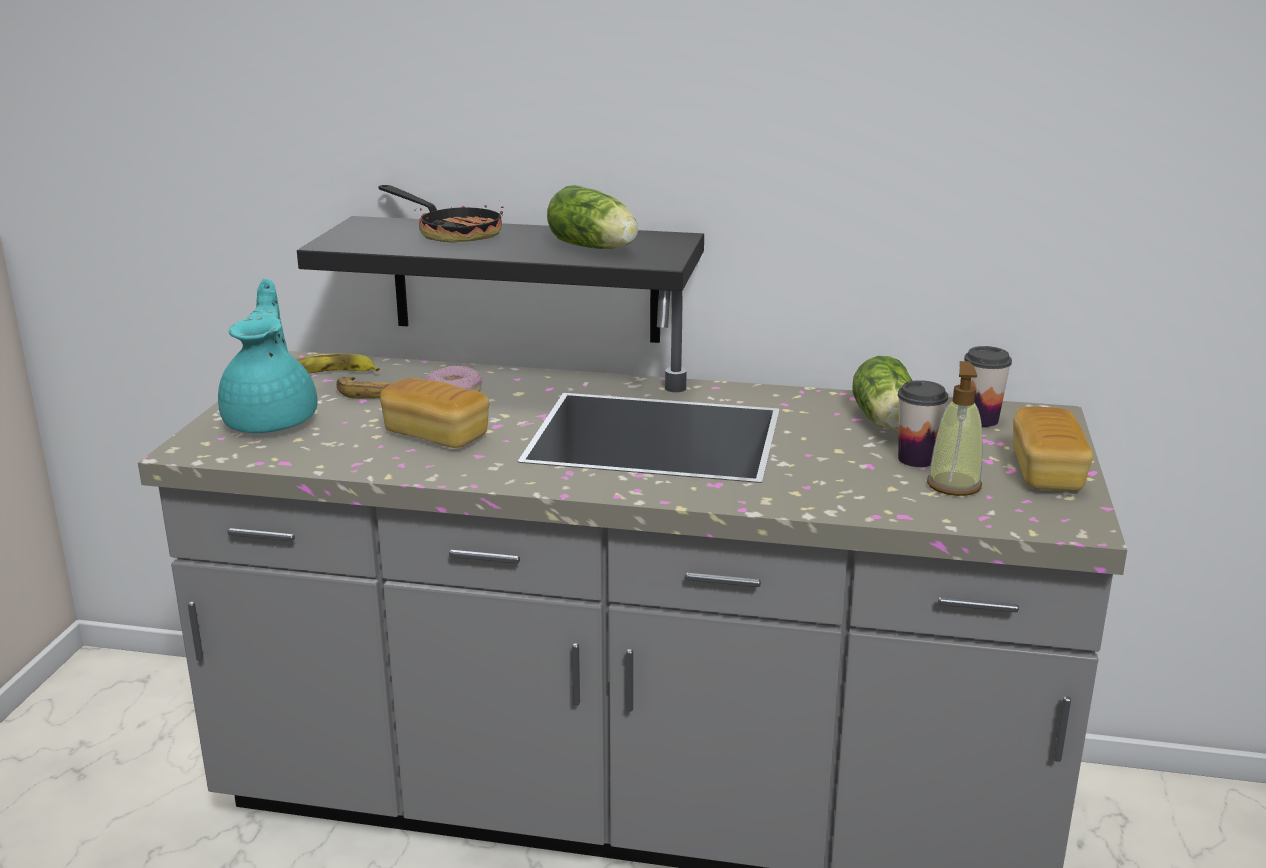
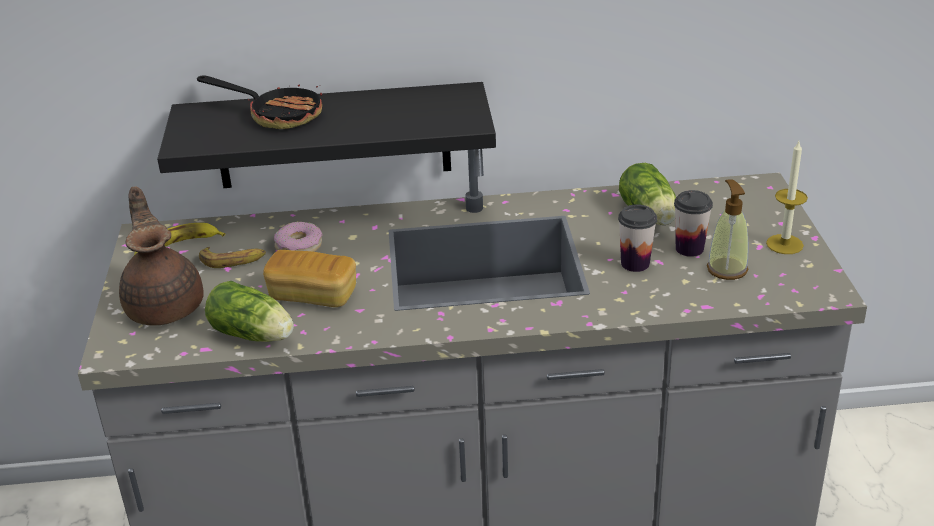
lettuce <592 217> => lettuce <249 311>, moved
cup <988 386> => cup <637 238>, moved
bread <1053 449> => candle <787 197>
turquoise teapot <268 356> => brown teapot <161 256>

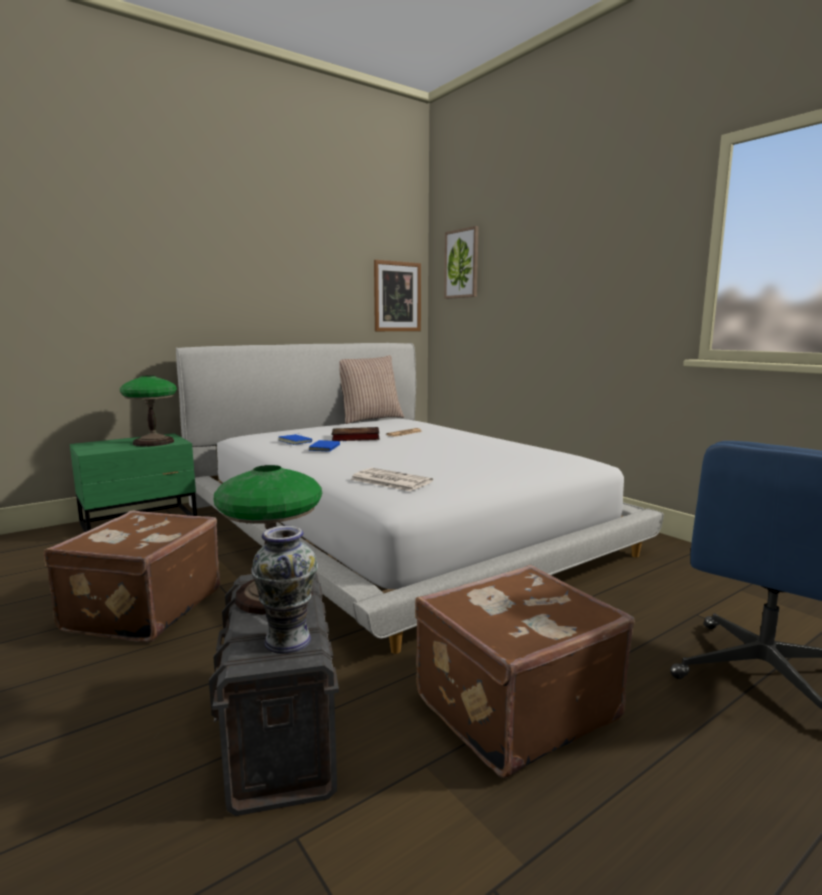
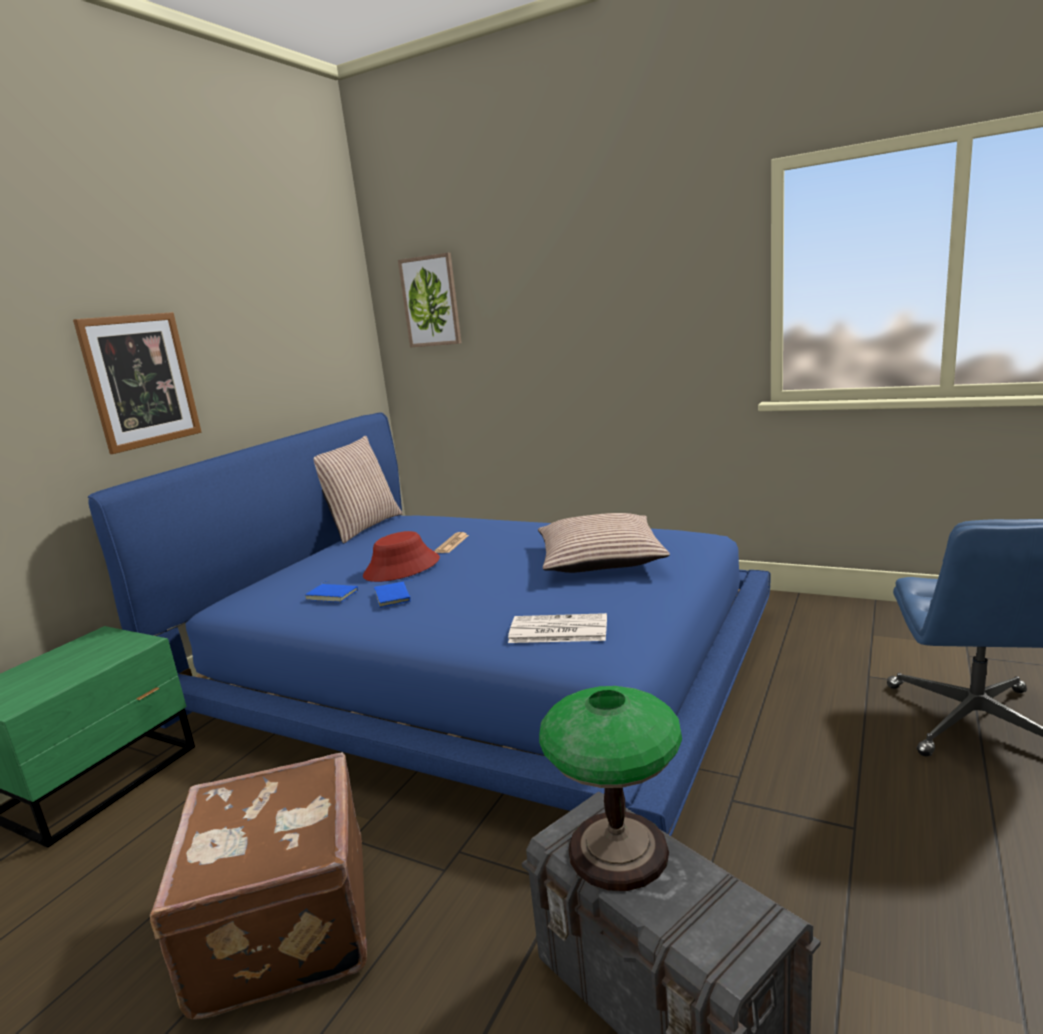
table lamp <148 411> => nothing
vase <284 590> => nothing
brown suitcase <525 671> => nothing
nothing => pillow <604 543>
picture <397 295> => picture <137 383>, moved
book <356 434> => red hat <401 556>
white bed <420 498> => blue bed <429 624>

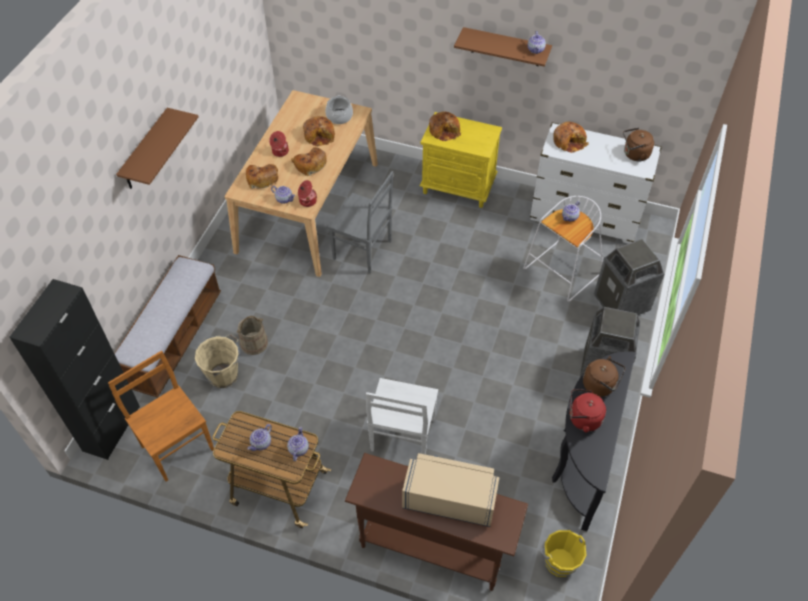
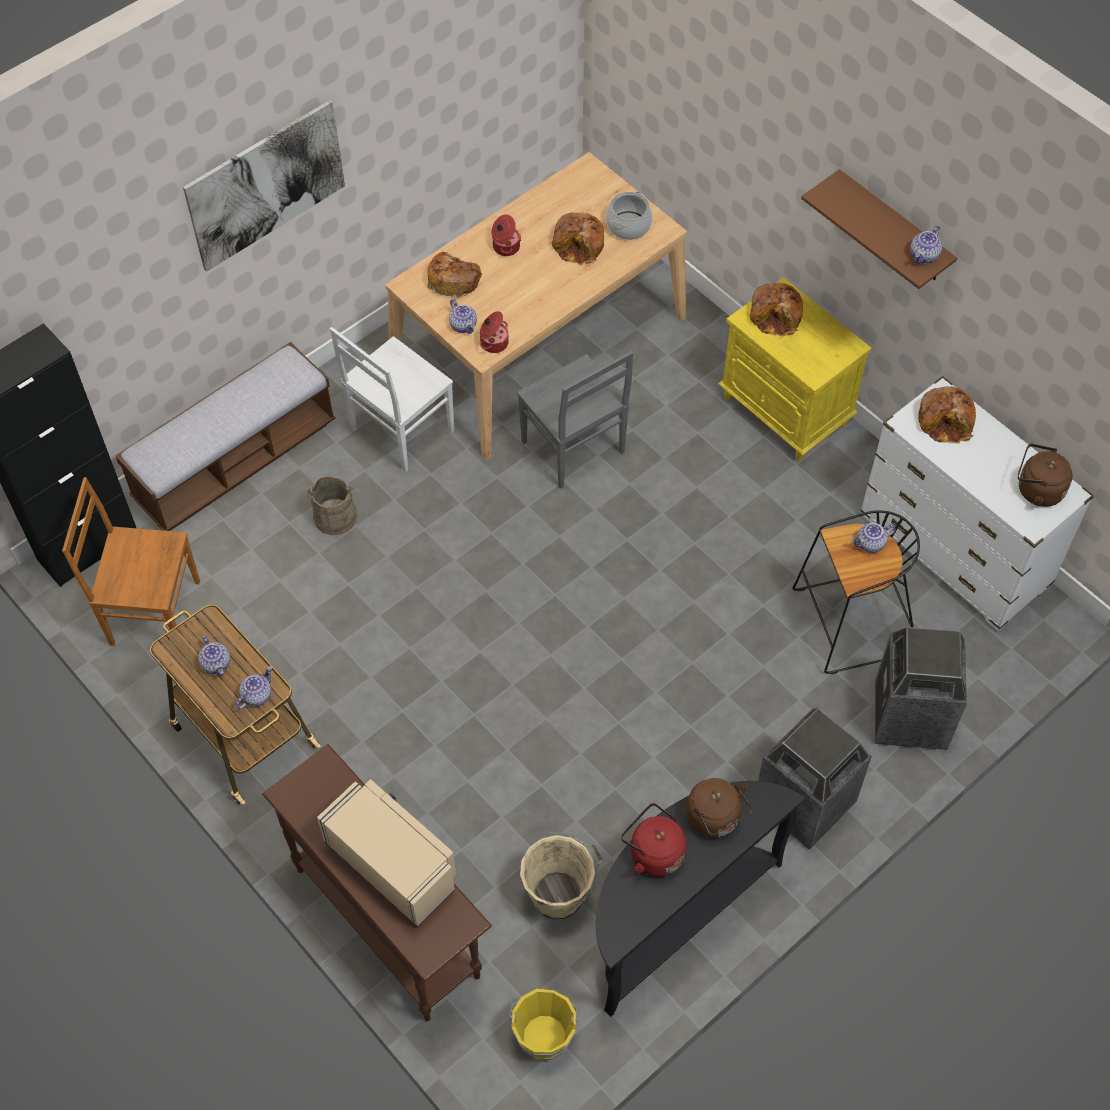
bread <309 161> => nothing
beige bucket <217 361> => beige bucket <561 876>, moved
white chair <402 416> => white chair <392 399>, moved
brown shelf <157 148> => picture <264 186>
white stool <563 249> => black stool <856 592>
brown chair <161 416> => brown chair <131 564>, 75 degrees counterclockwise
teapot <260 437> => teapot <214 655>, 90 degrees counterclockwise

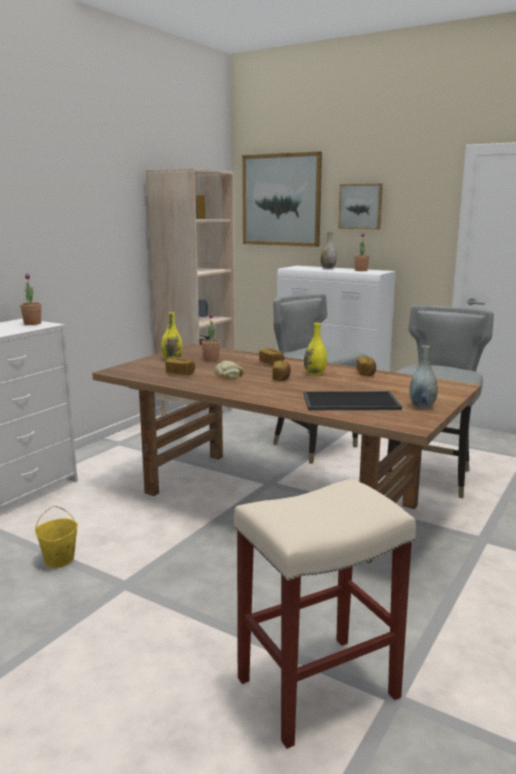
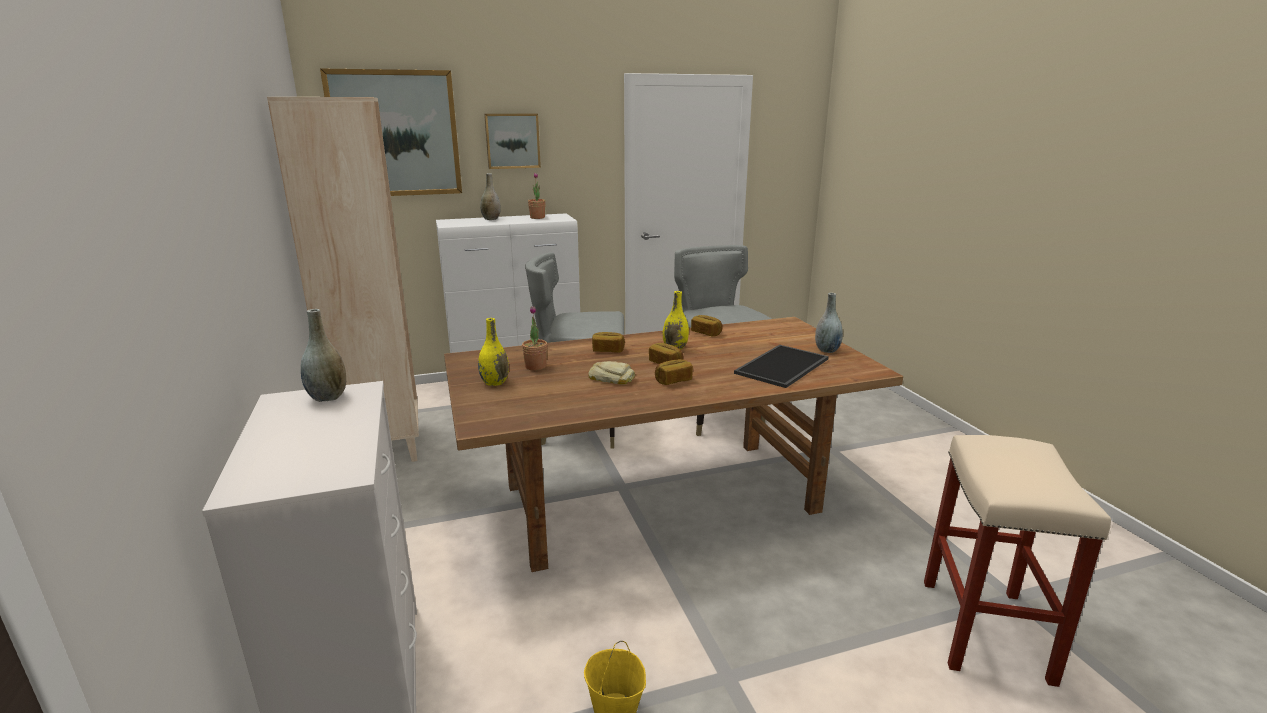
bread <180 366> => bread <674 372>, moved
potted plant <30 299> => grey vase <323 355>

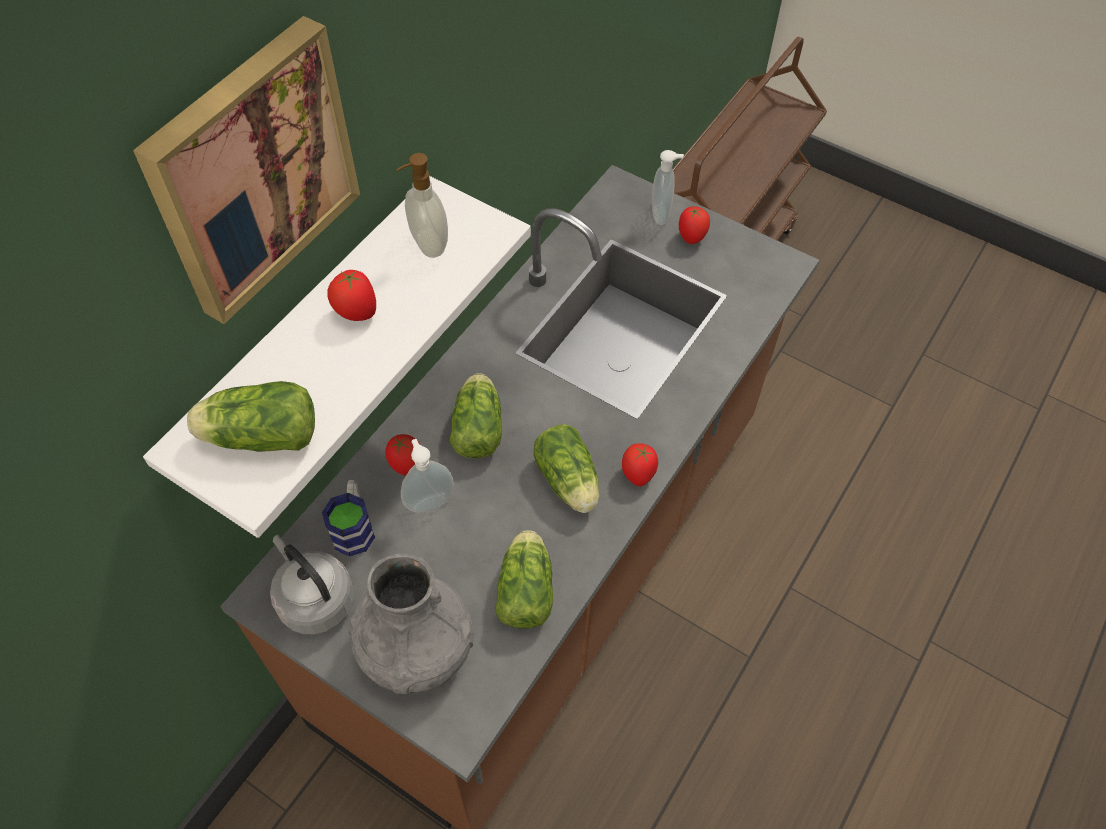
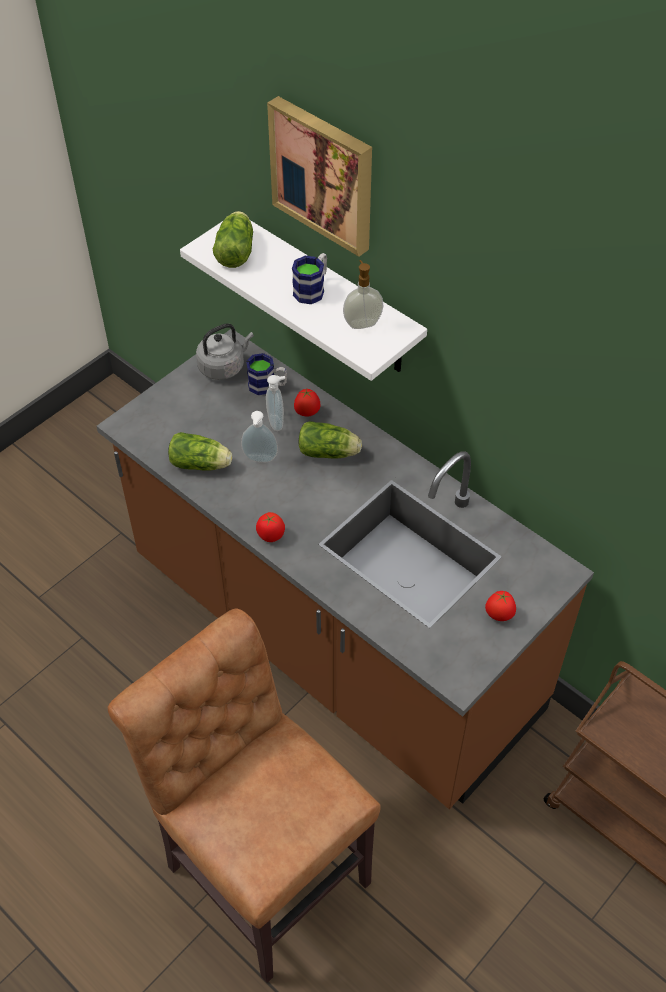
grey vase <412 623> => nothing
lettuce <566 468> => nothing
nothing => brown chair <244 795>
soap dispenser <668 187> => soap dispenser <259 436>, moved
tomato <352 295> => mug <309 278>

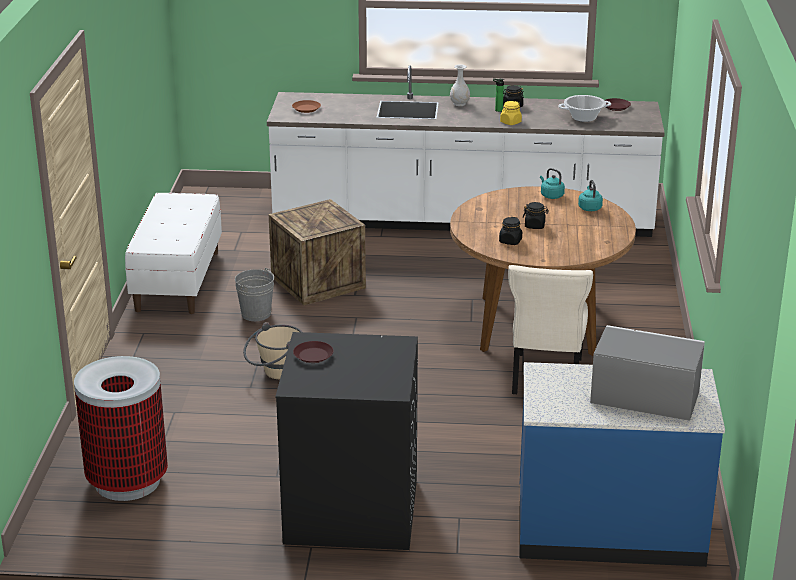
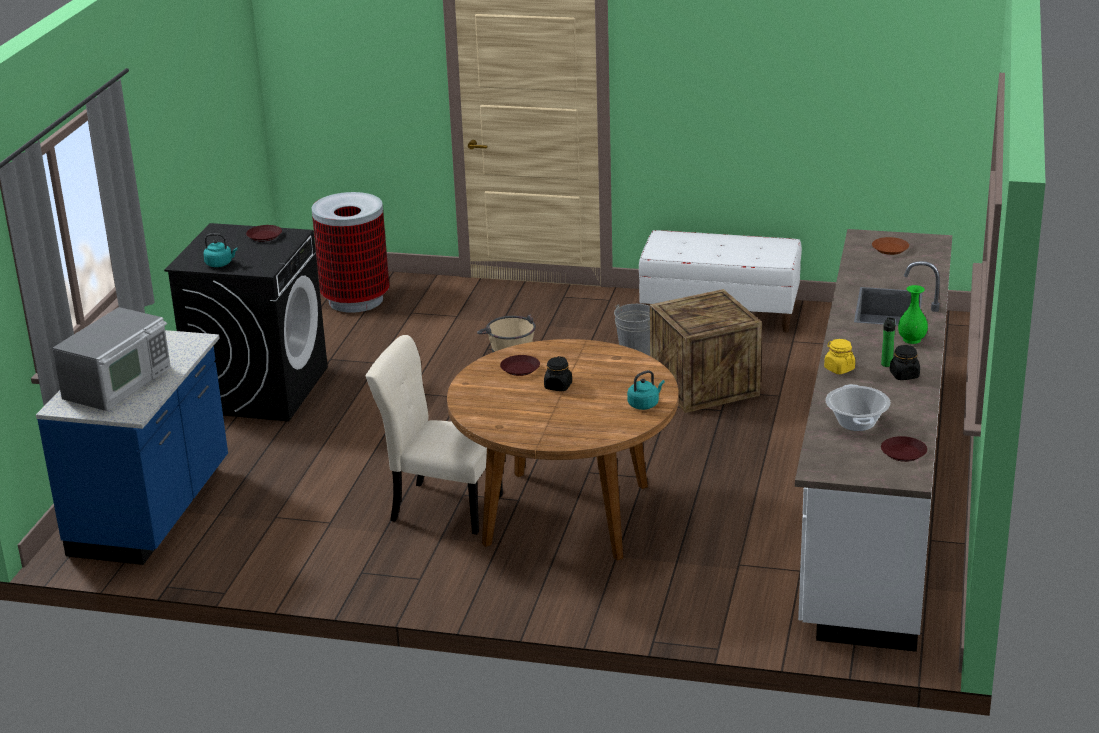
turquoise kettle <590 195> => turquoise kettle <220 250>, moved
black jar <510 231> => brown plate <520 365>
white vase <460 85> => green vase <913 314>

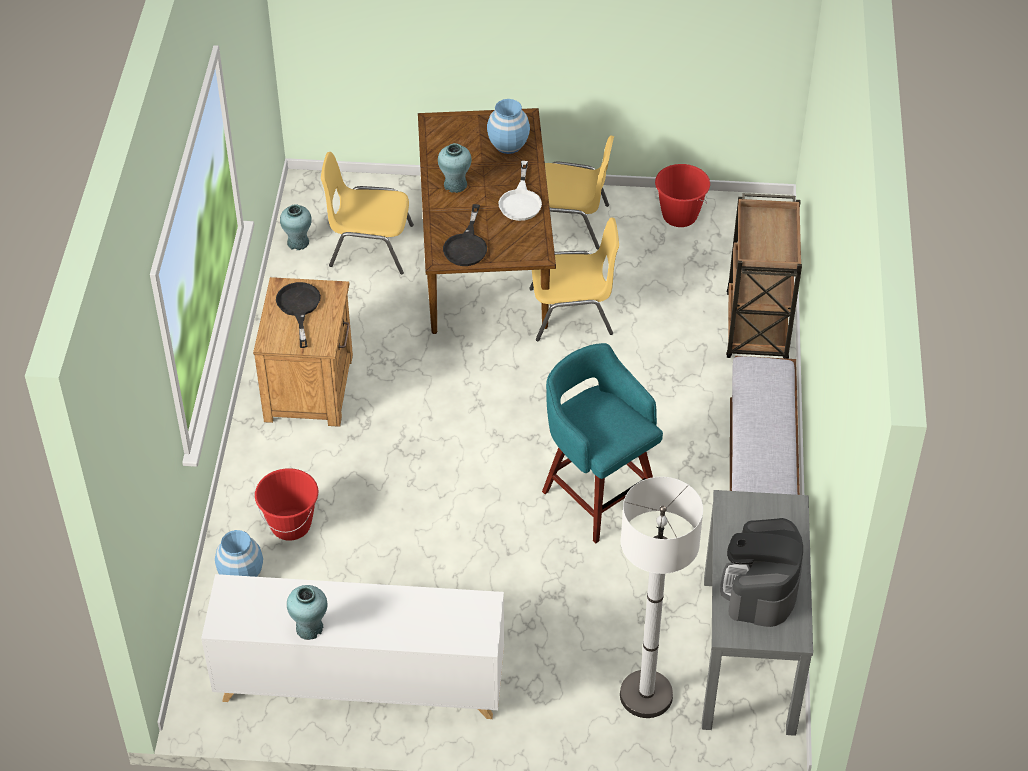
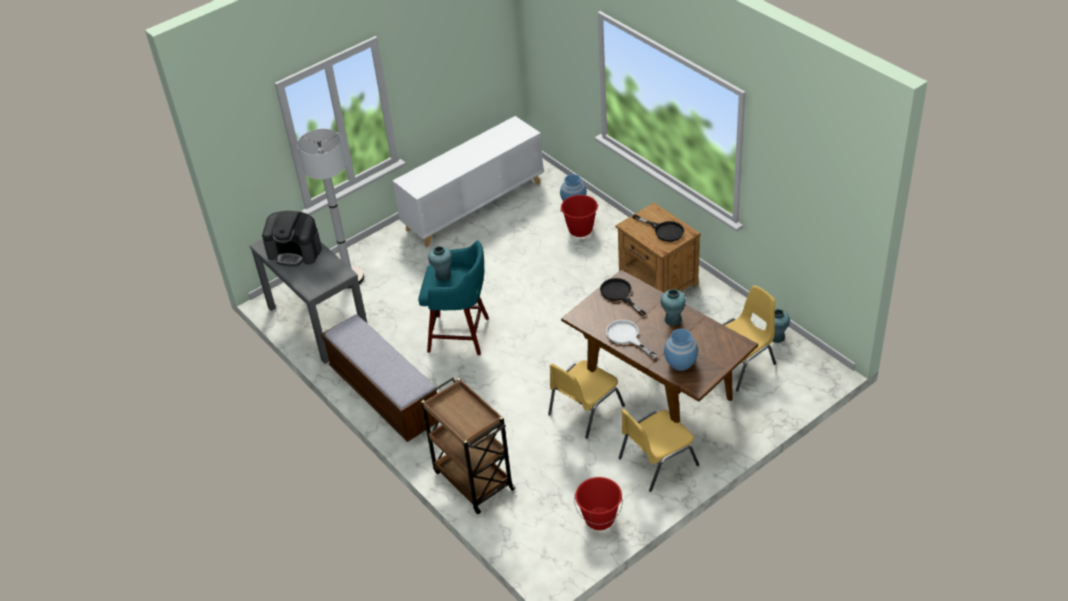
turquoise vase <307 612> => turquoise vase <440 263>, moved
coffee machine <761 572> => coffee machine <292 239>, 135 degrees clockwise

